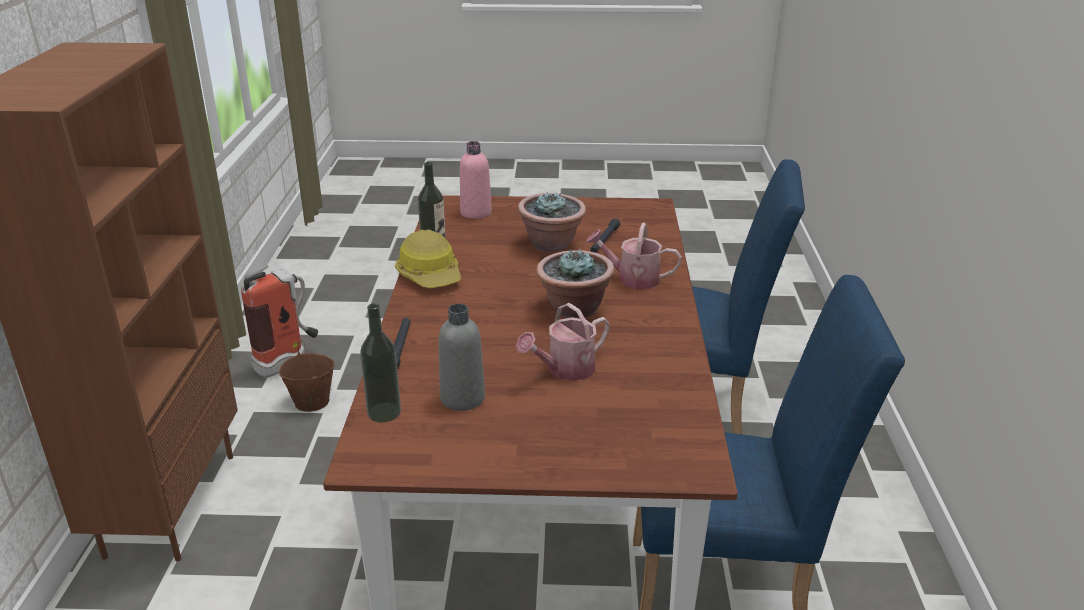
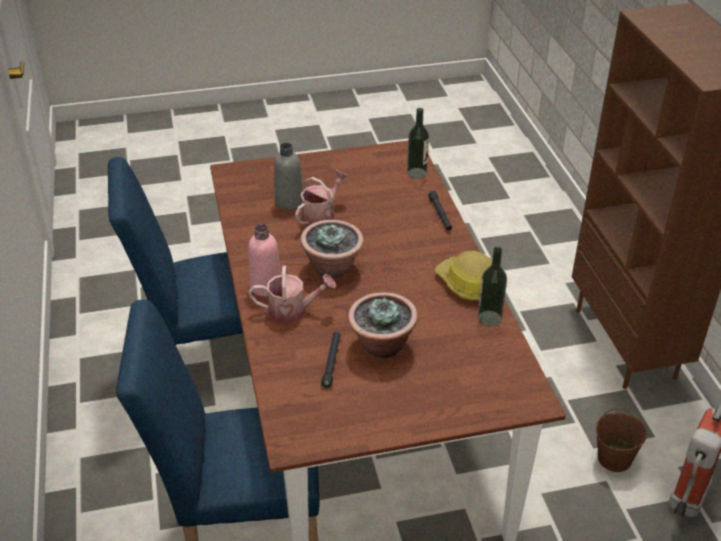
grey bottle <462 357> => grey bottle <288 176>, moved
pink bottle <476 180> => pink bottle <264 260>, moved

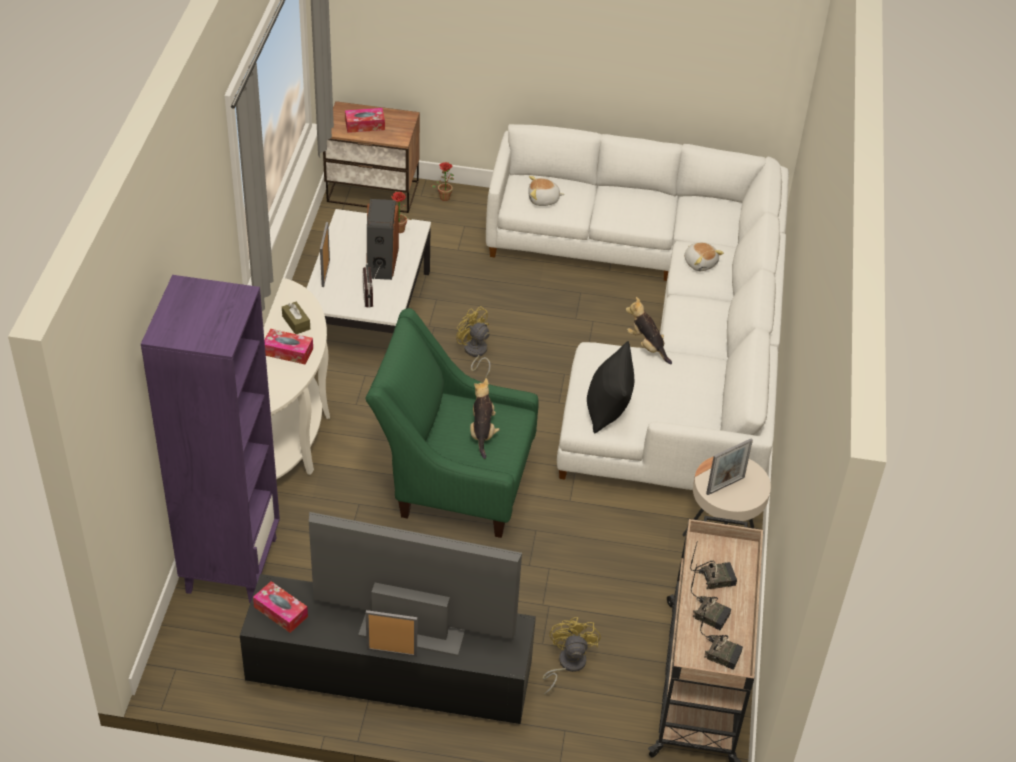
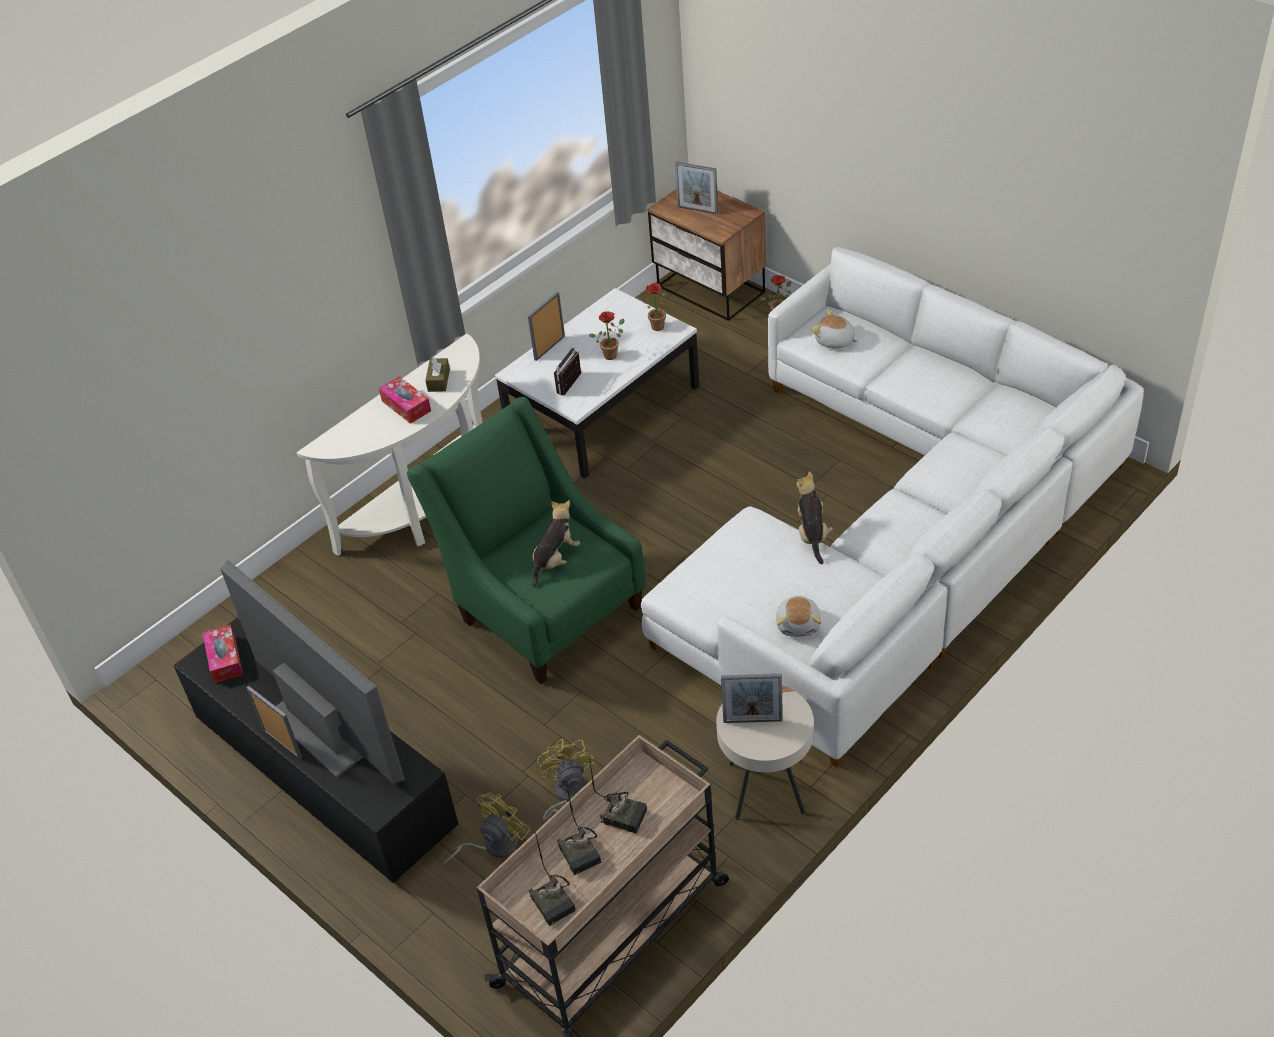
purple bookcase <210 439> => nothing
black pillow <610 387> => nothing
yellow fan <473 342> => yellow fan <565 780>, moved
plush toy <704 256> => plush toy <799 616>, moved
tissue box <365 120> => picture frame <696 188>
speaker <383 239> => potted plant <607 335>

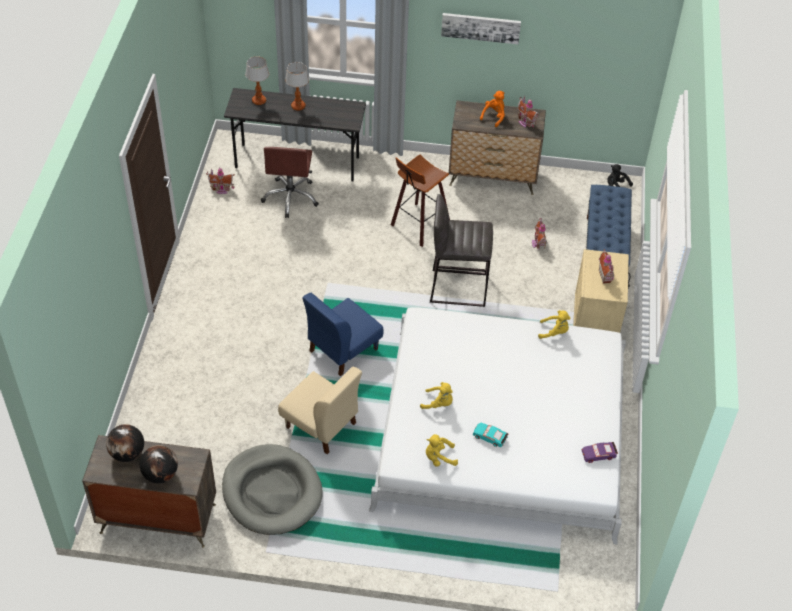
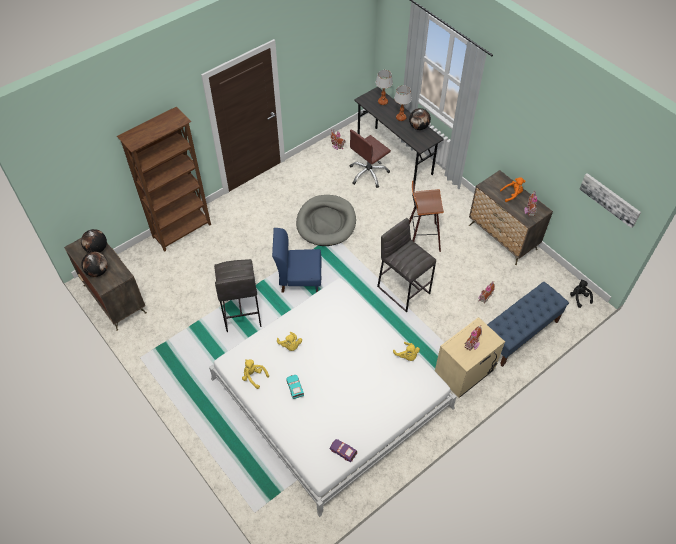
nothing => brown bookcase <164 179>
nothing => globe <420 119>
grey dog bed <272 489> => grey dog bed <326 220>, moved
picture <481 28> => picture <610 200>, moved
beige chair <320 410> => grey stool <237 295>

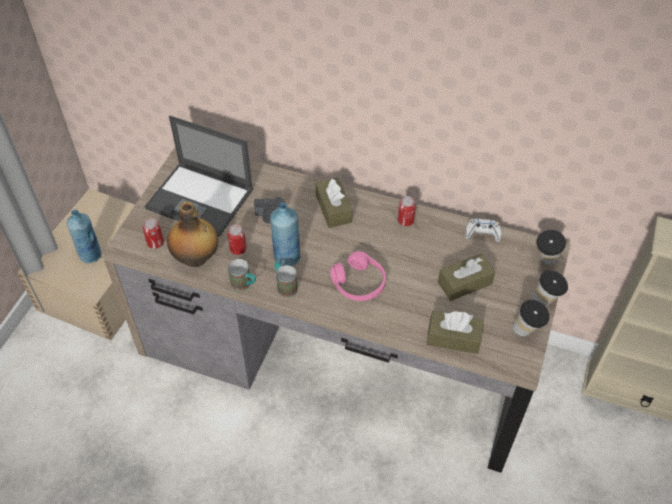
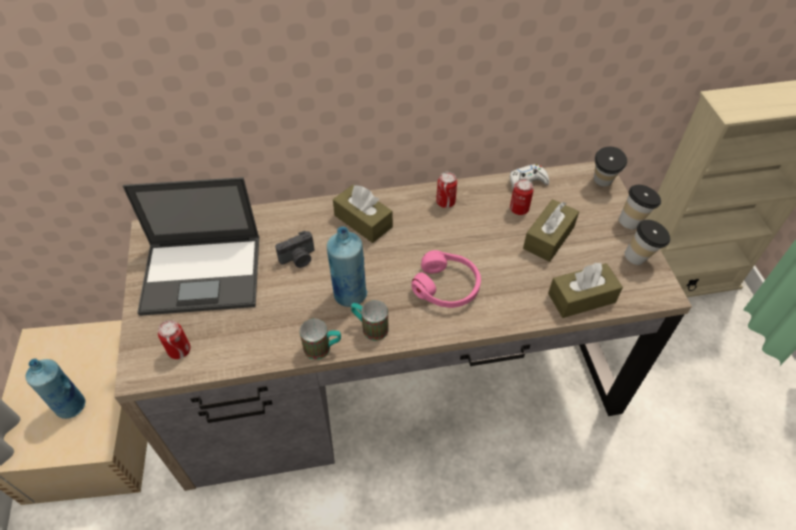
bottle <192 234> => nothing
can <237 239> => can <522 197>, moved

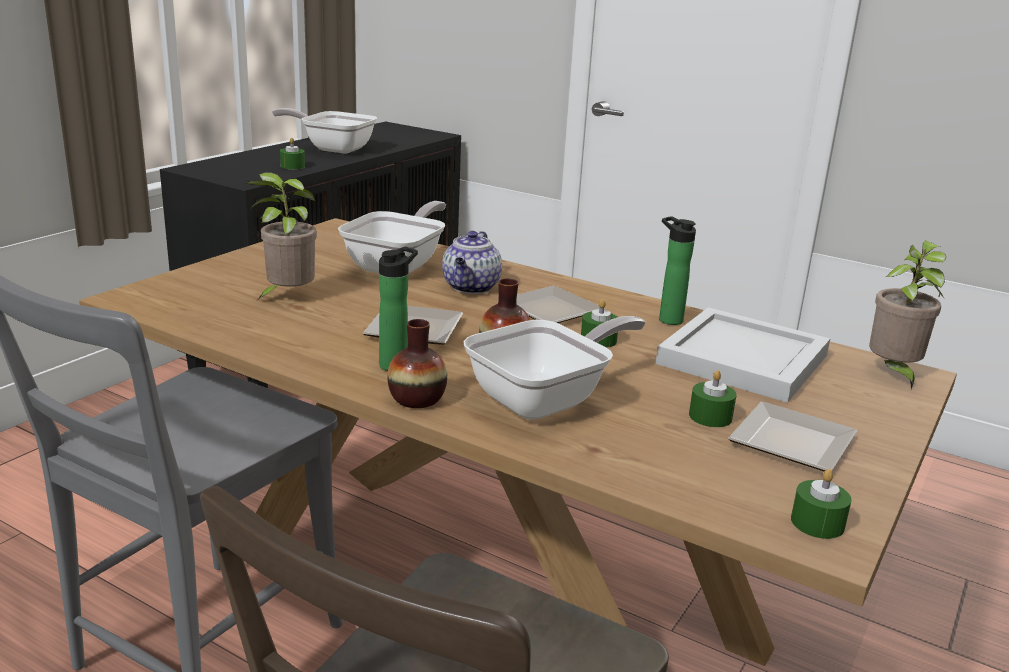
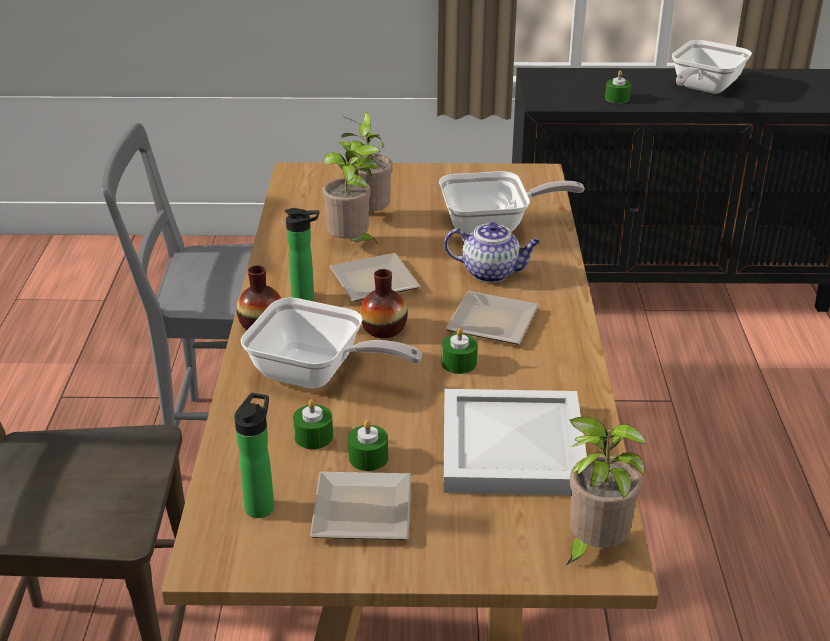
nothing => potted plant <351 193>
bottle <677 270> => bottle <254 455>, moved
green candle <821 504> => green candle <313 424>, moved
frying pan <324 131> => frying pan <712 67>, 135 degrees counterclockwise
teapot <472 262> => teapot <492 252>, 150 degrees counterclockwise

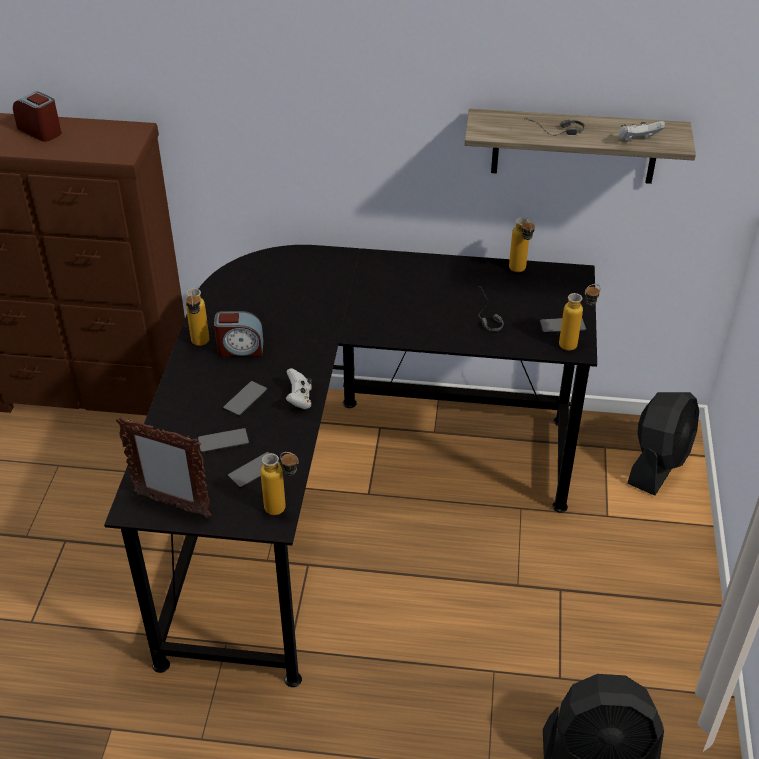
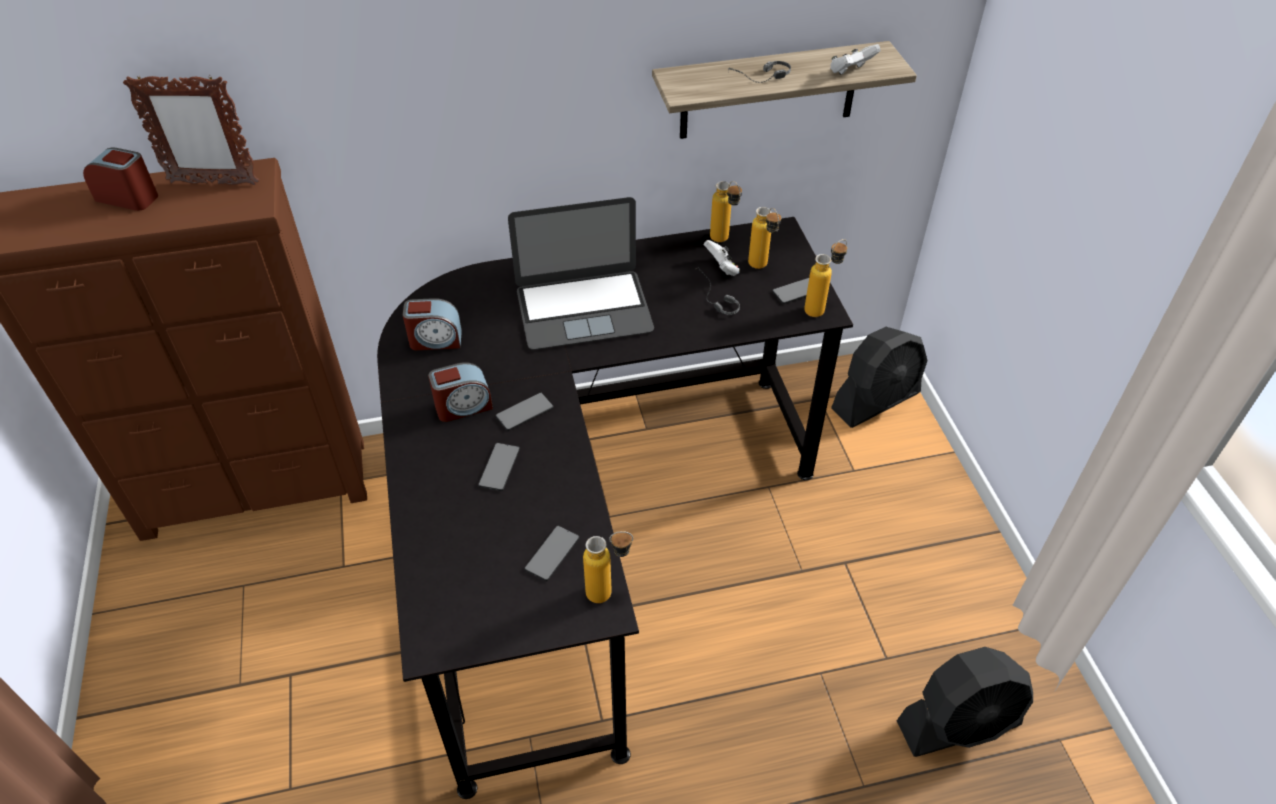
nothing => alarm clock <432 324>
nothing => laptop <581 273>
picture frame <164 467> => picture frame <191 130>, moved
bottle <197 317> => bottle <764 238>, moved
phone <223 440> => phone <525 412>, moved
white game controller <299 388> => white game controller <722 258>, moved
black fan <663 444> => black fan <879 377>, 45 degrees clockwise

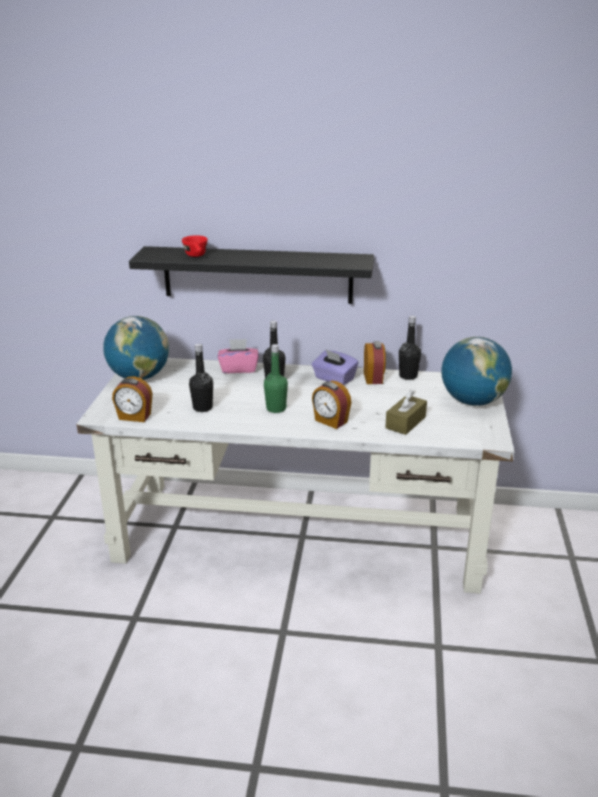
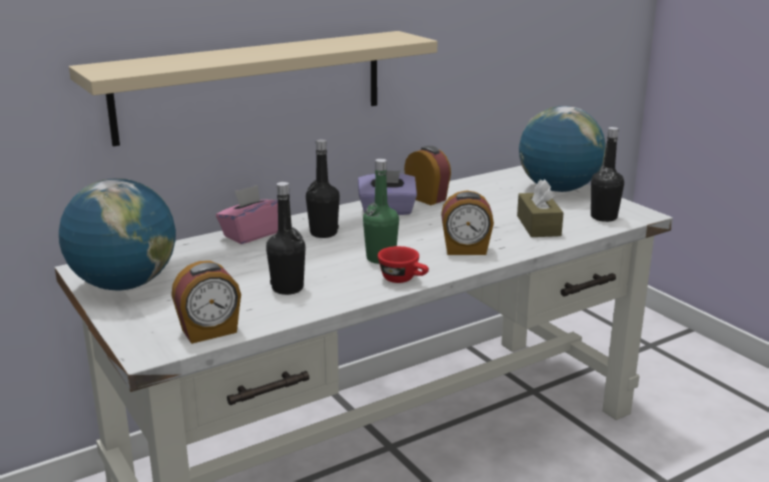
red cup <195 246> => red cup <403 264>, moved
black bottle <410 348> => black bottle <607 174>, moved
black shelf <251 275> => beige shelf <253 88>

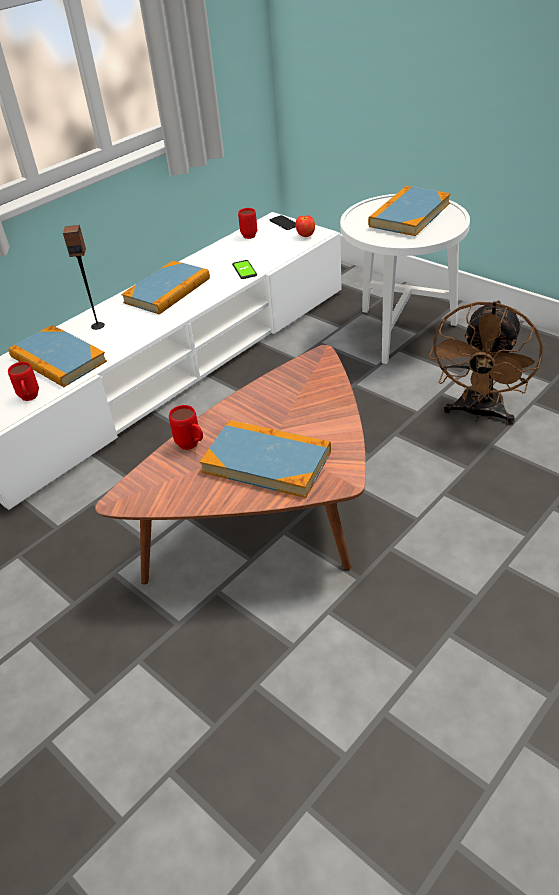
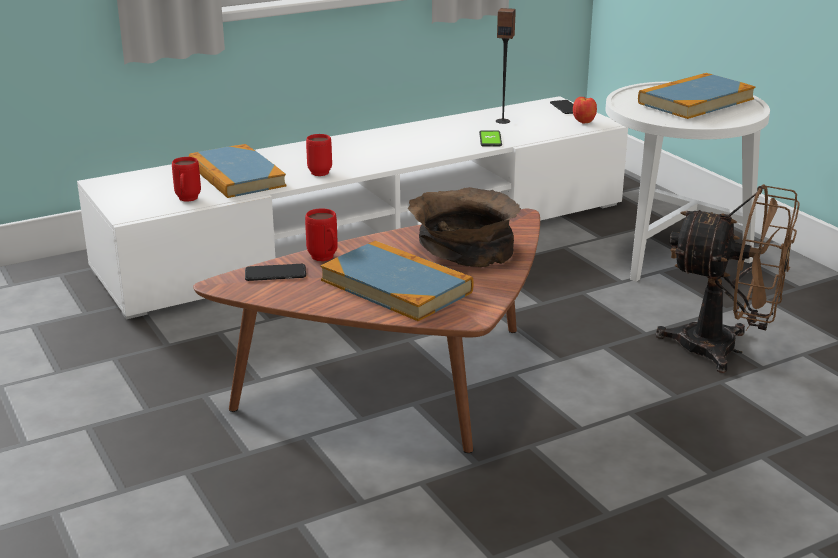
book <165 288> => nothing
nothing => phone <275 272>
nothing => brown bowl <464 227>
speaker <84 277> => speaker <506 66>, moved
red mug <247 223> => red mug <319 155>, moved
brown fan <486 362> => brown fan <728 278>, 105 degrees counterclockwise

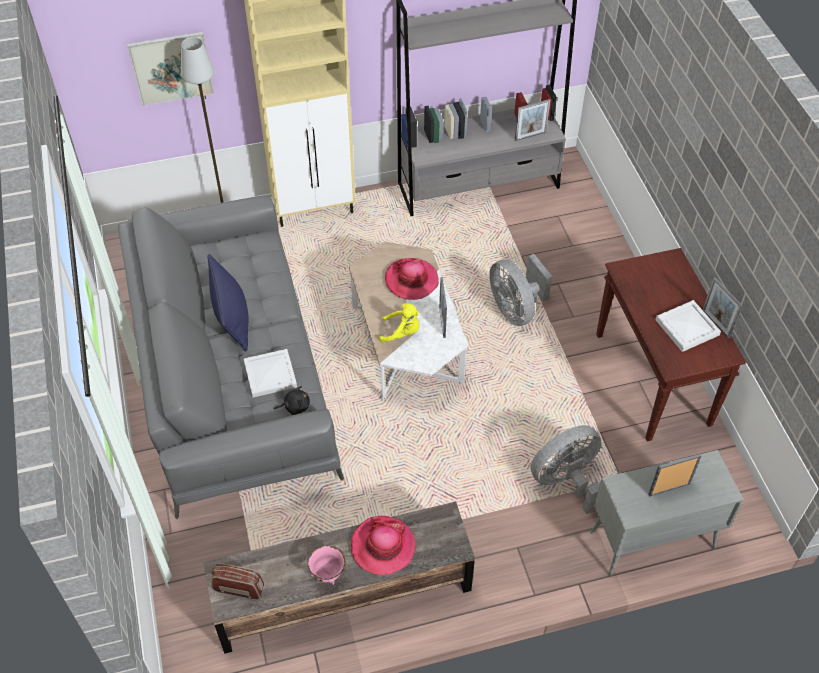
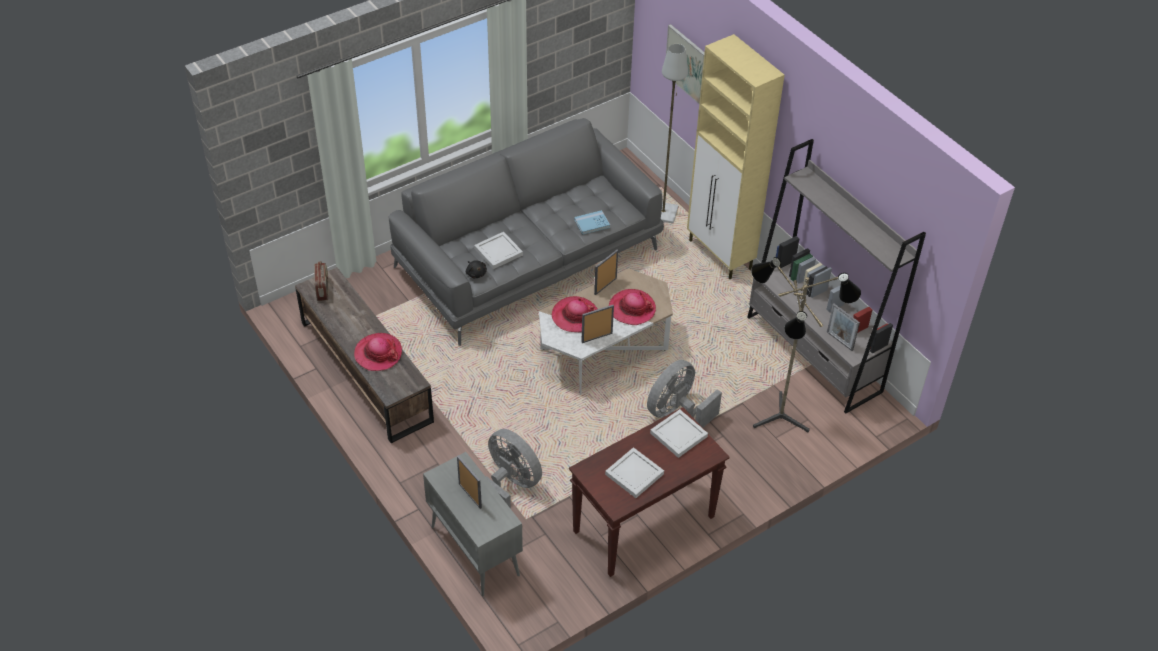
blue pillow <228 303> => nothing
pink bowl <327 565> => nothing
nothing => blue book <592 222>
nothing => white tray <679 433>
nothing => floor lamp <806 344>
picture frame <723 307> => picture frame <606 272>, moved
yellow plush toy <399 323> => hat <574 314>

